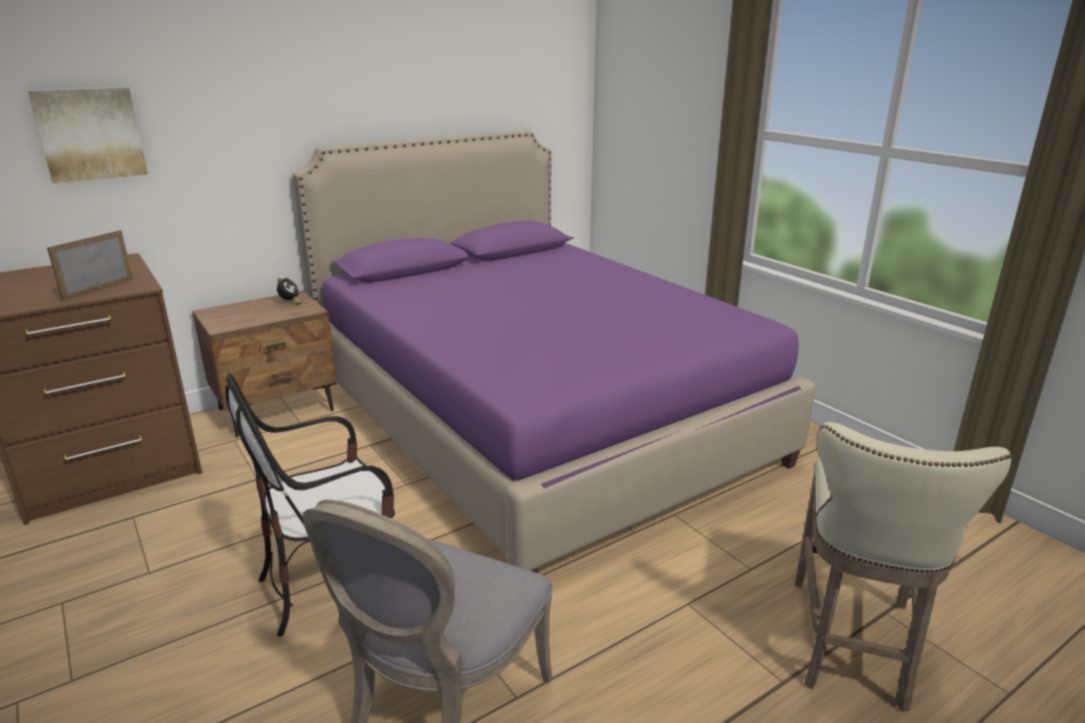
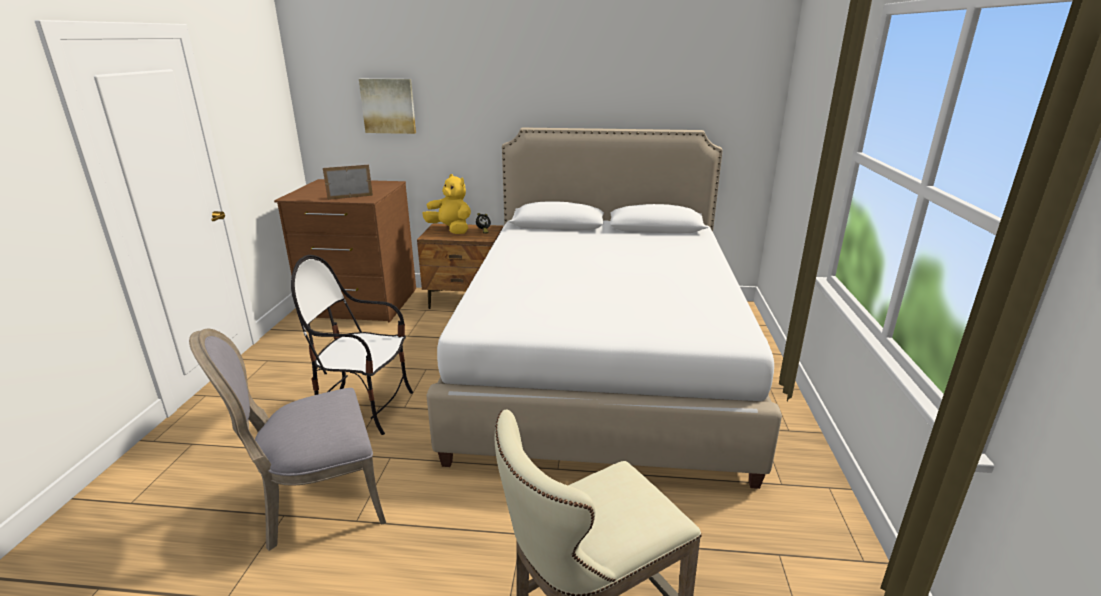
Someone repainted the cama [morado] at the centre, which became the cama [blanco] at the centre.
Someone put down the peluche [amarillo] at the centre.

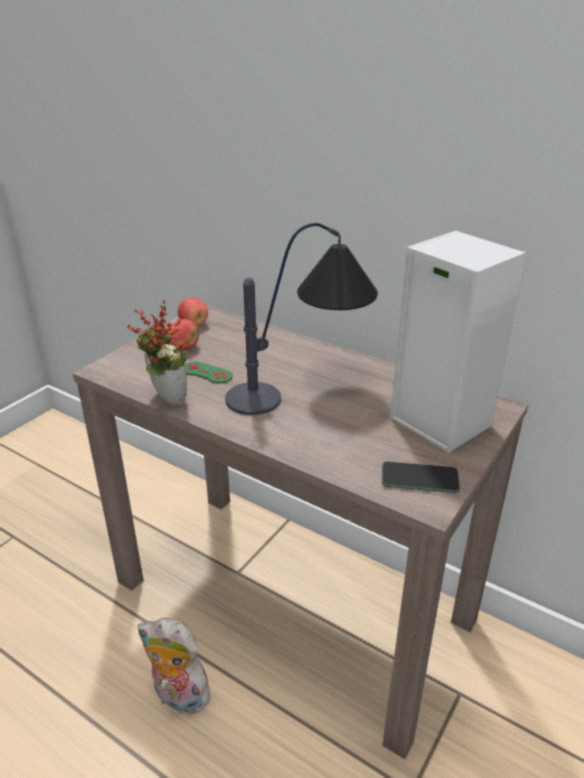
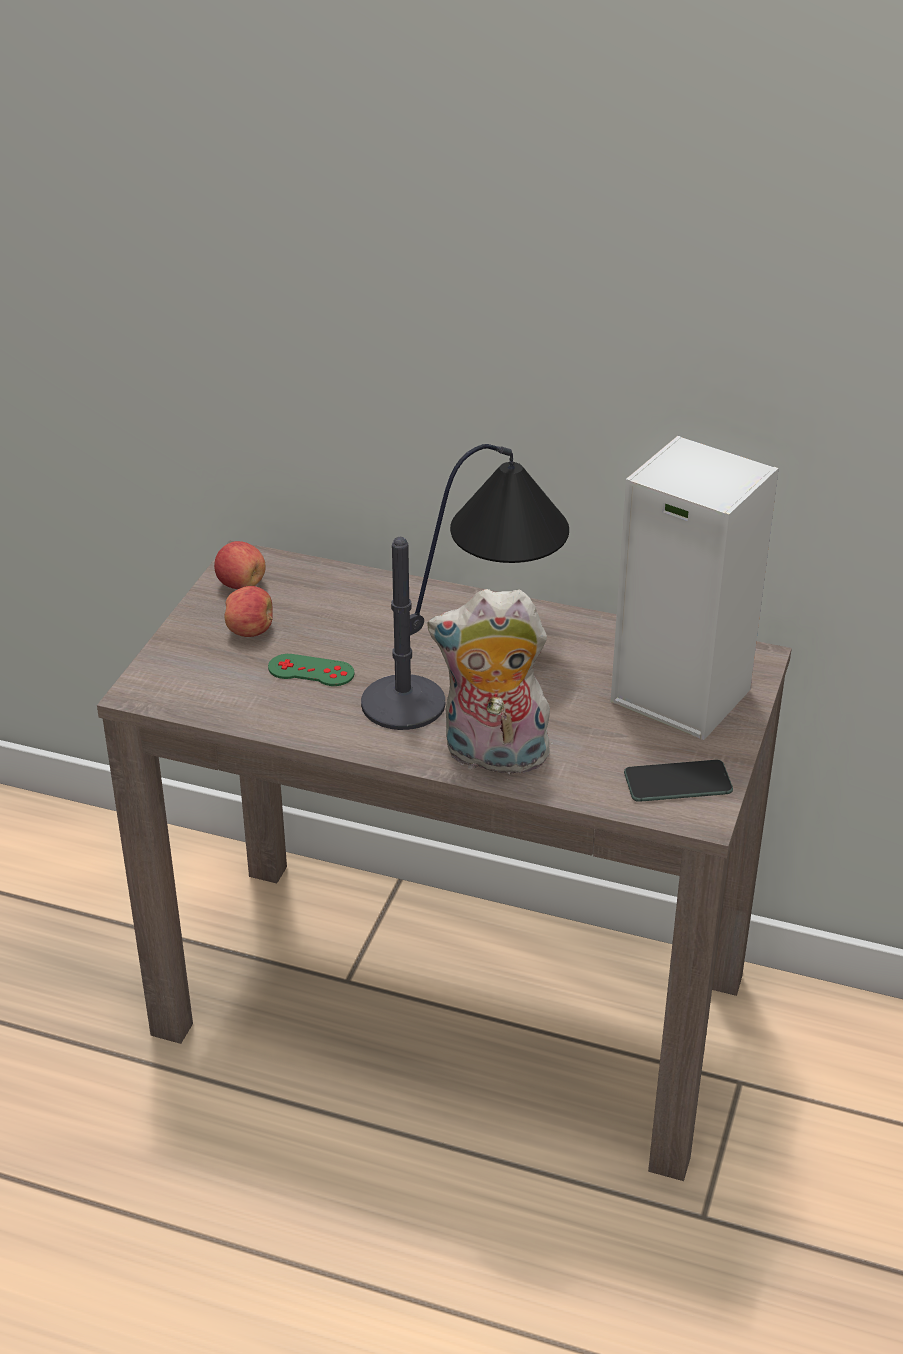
Someone took away the planta en maceta at the middle left.
Someone carried the peluche from the bottom left to the centre.

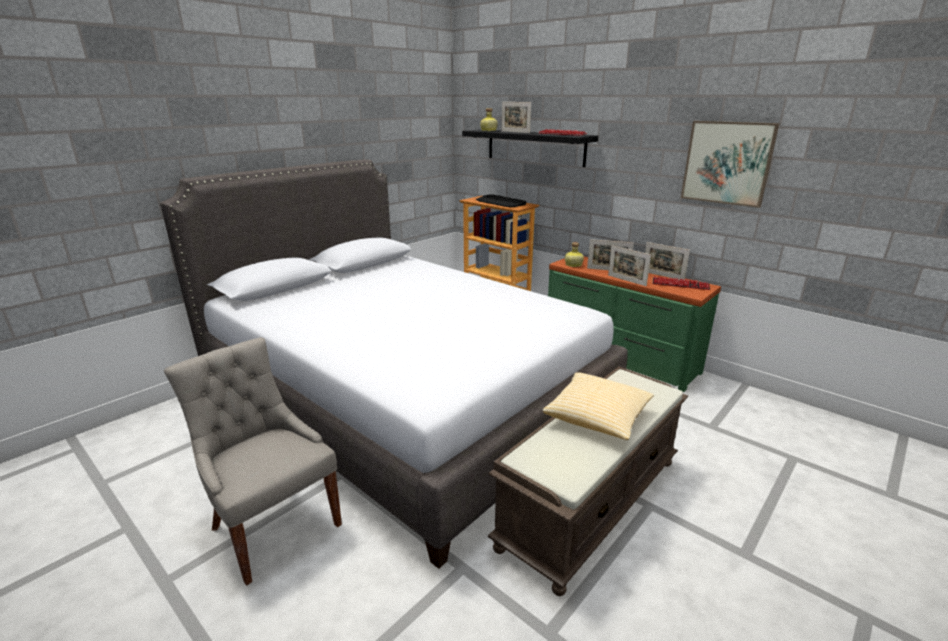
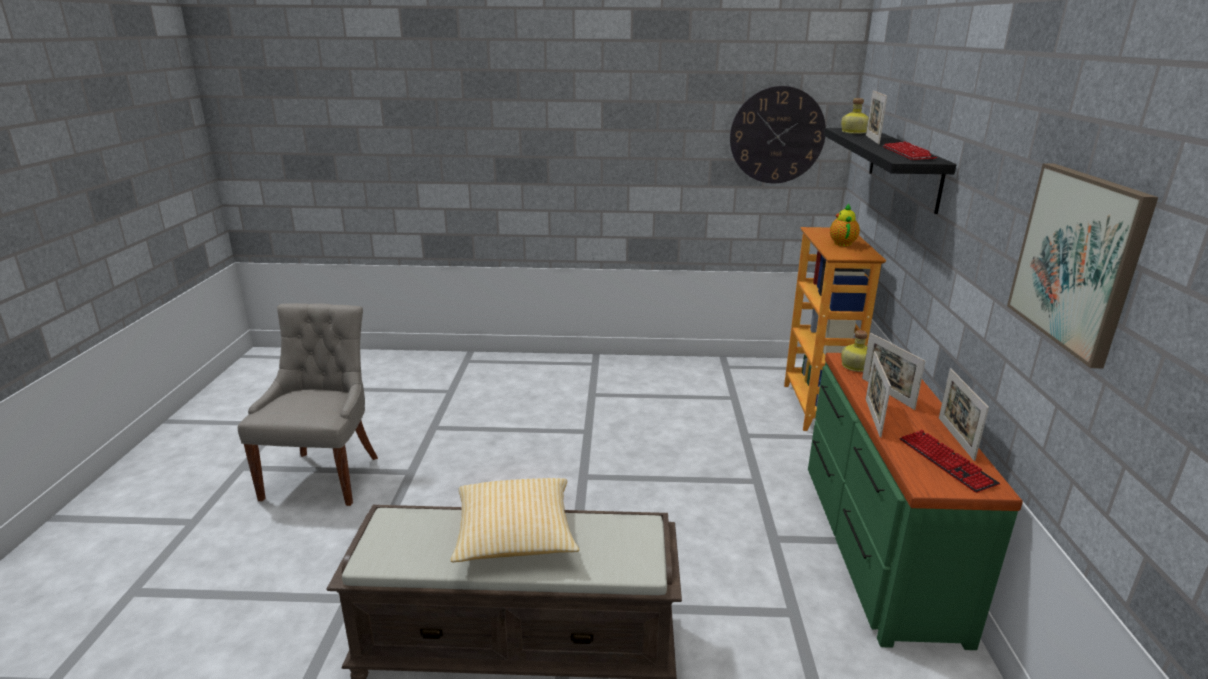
Someone took away the cama [gris] at the centre.
Someone swapped the teclado (no. 1 from left) at the top centre for the tetera at the top right.
Someone put up the reloj de pared at the top centre.

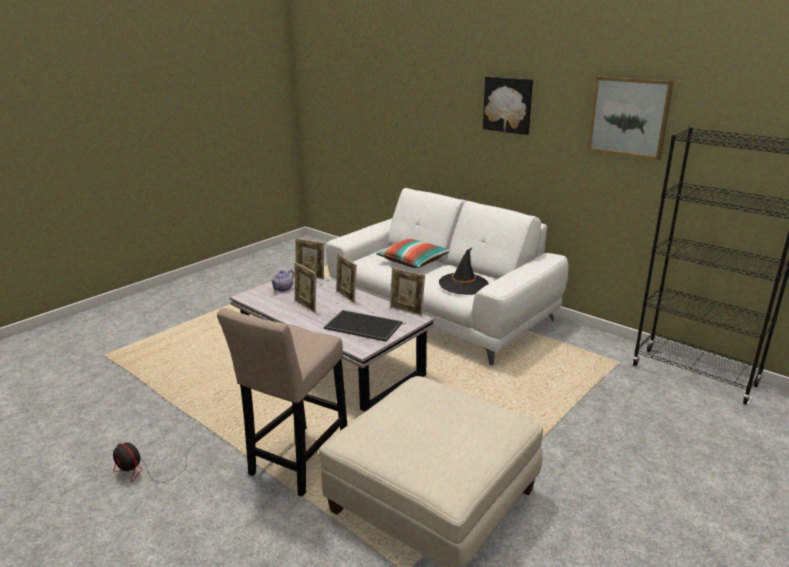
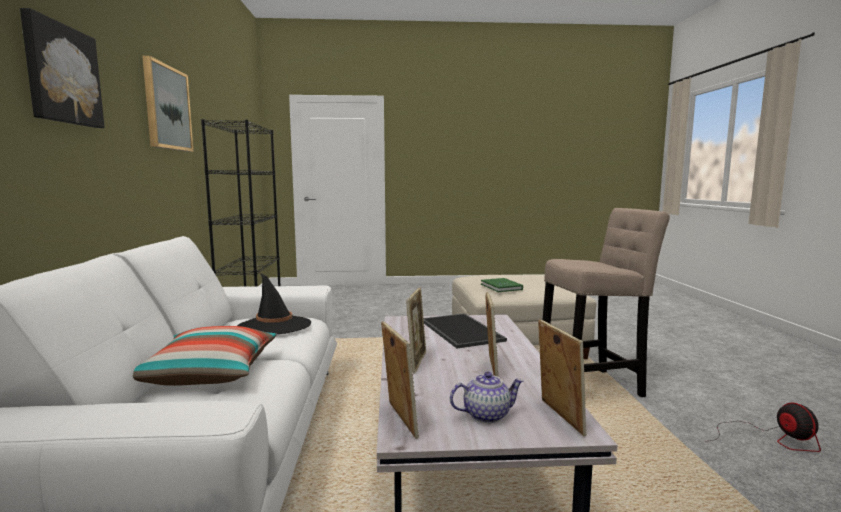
Someone carried the portarretratos (no. 4 from left) from the centre to the bottom right.
Someone put down the libro [verde] at the centre.

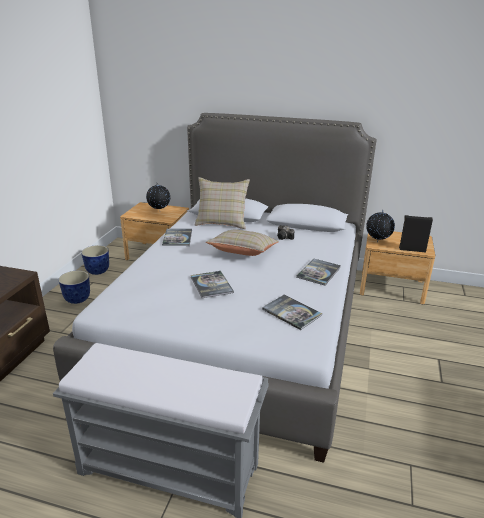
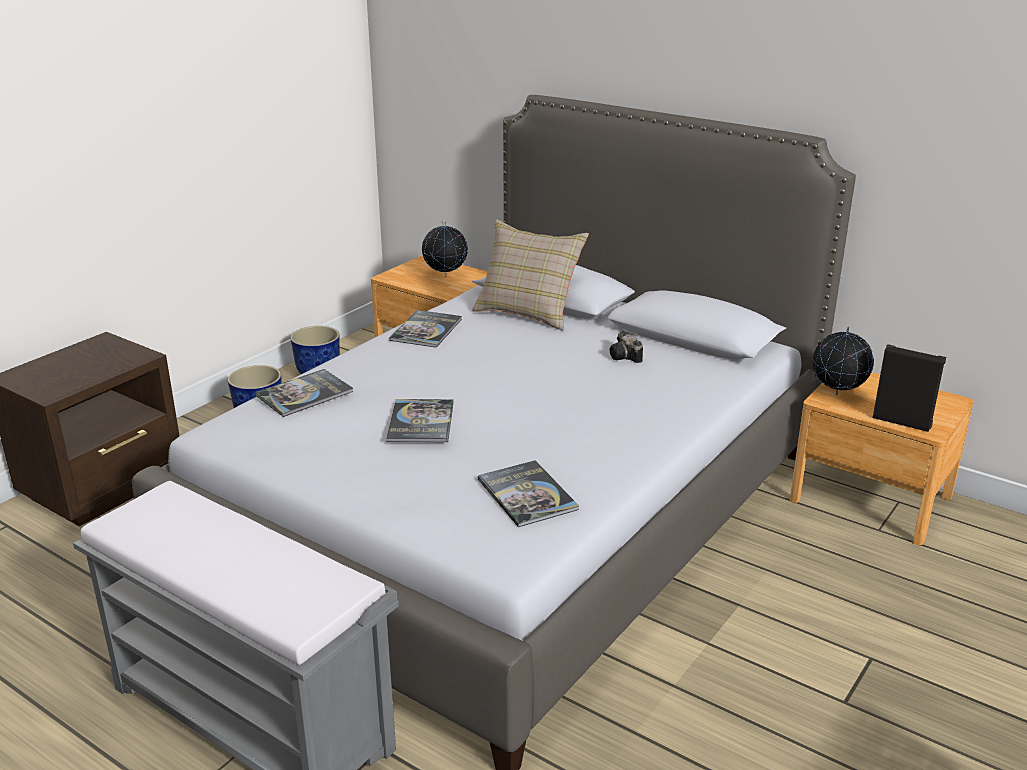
Someone took away the cojín [beis] (no. 2 from left) at the centre.
Someone carried the libro (no. 4 from left in the first image) from the centre to the middle left.

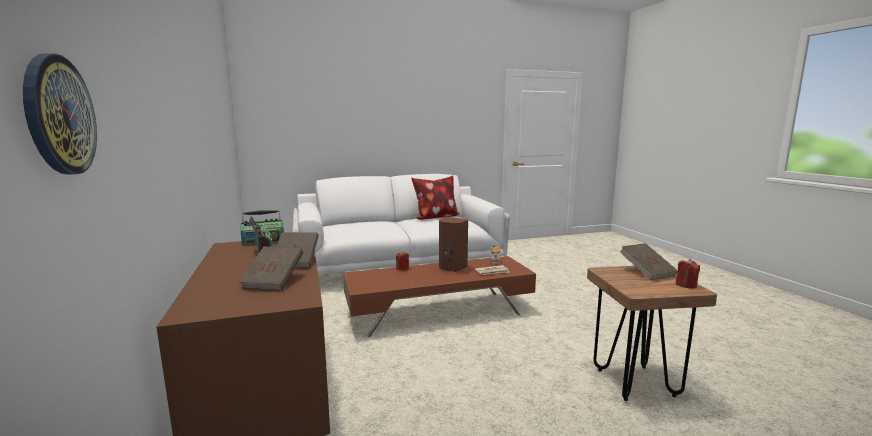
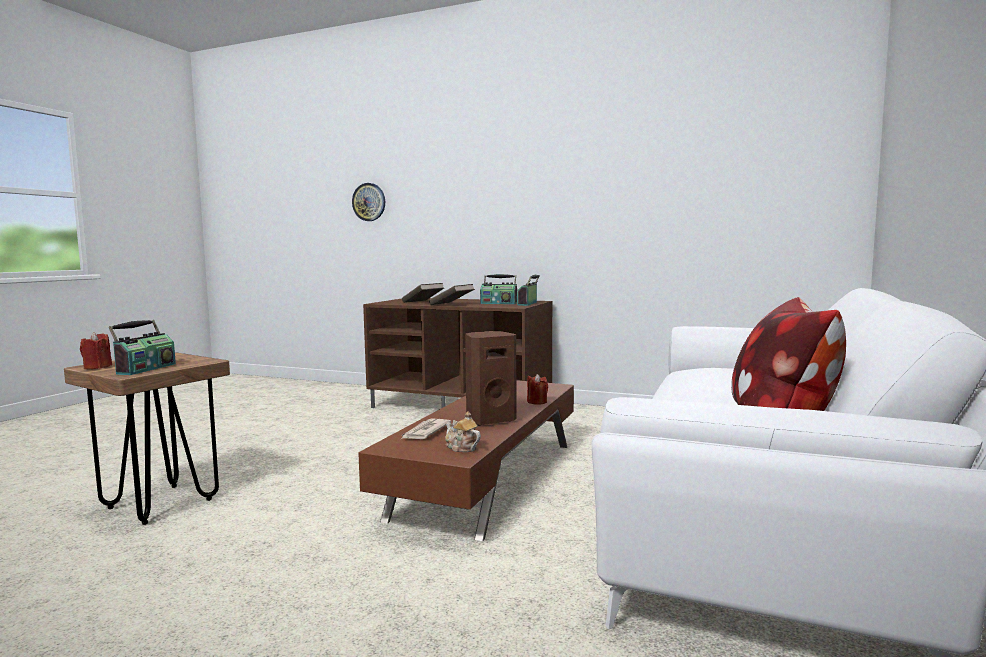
Someone swapped the libro [marrón] (no. 3 from left) at the middle right for the radio (no. 1 from left) at the middle left.

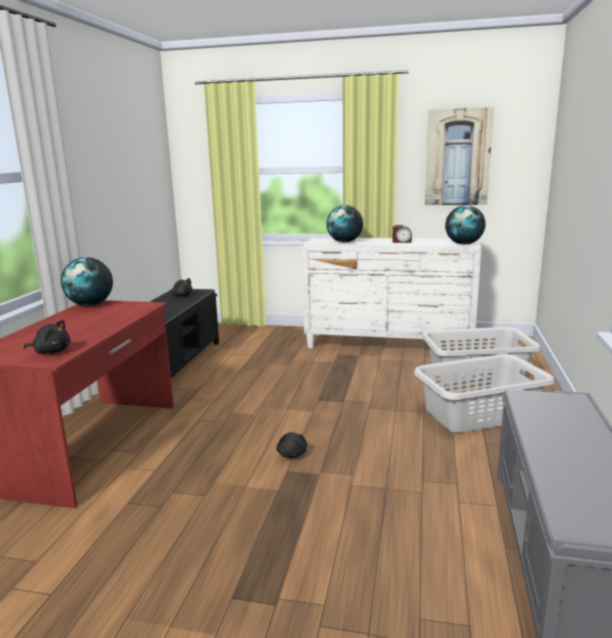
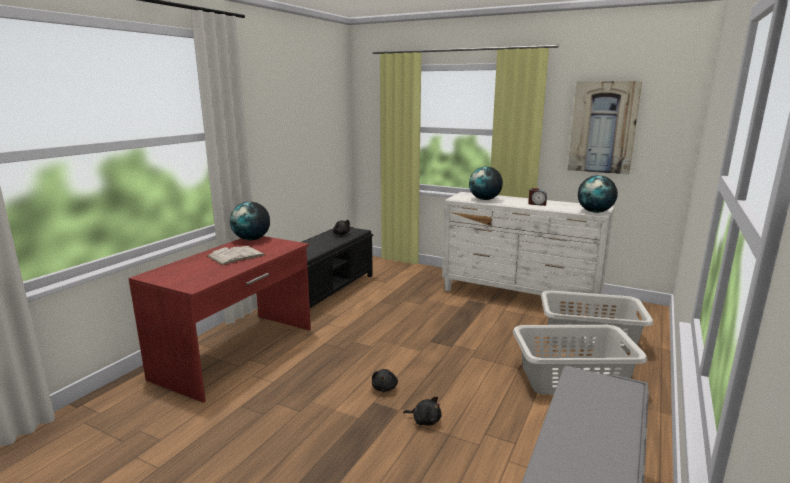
Someone carried the peluche [negro] (no. 1 from left in the first image) from the middle left to the bottom centre.
Someone put down the libro [blanco] at the middle left.

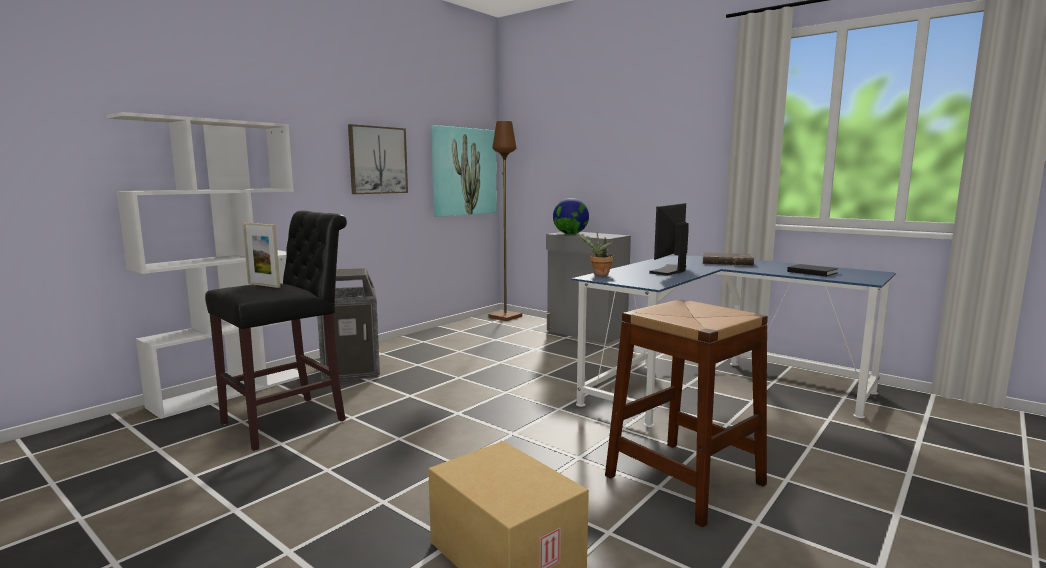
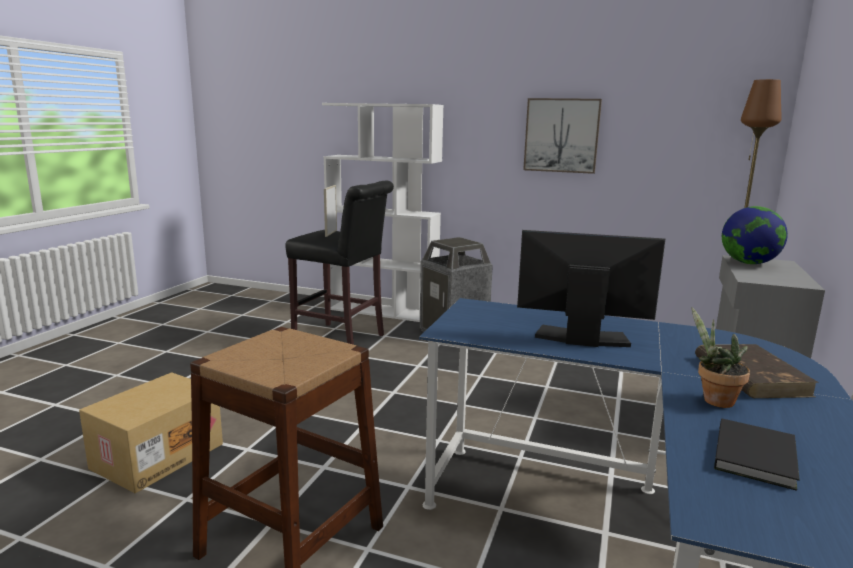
Someone took away the cuadro (no. 2 from left) at the top centre.
Someone carried the planta en maceta from the centre to the middle right.

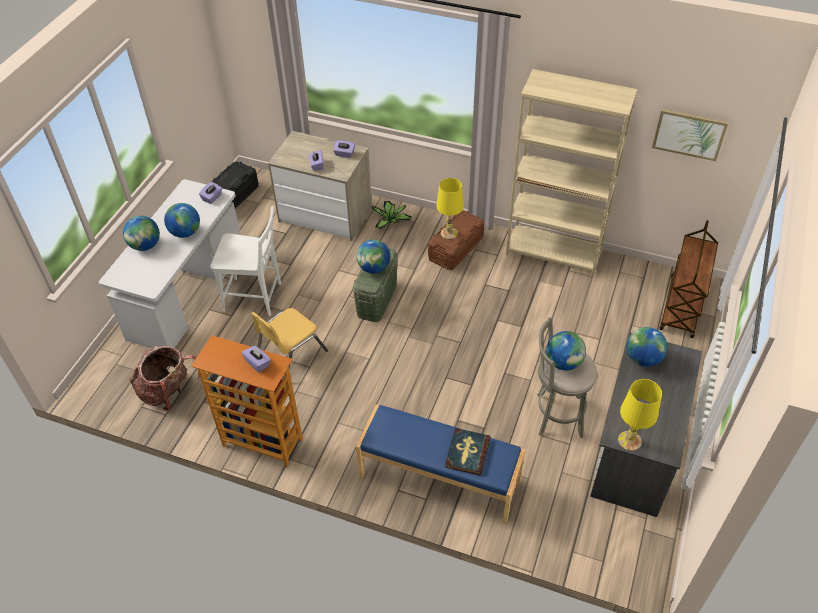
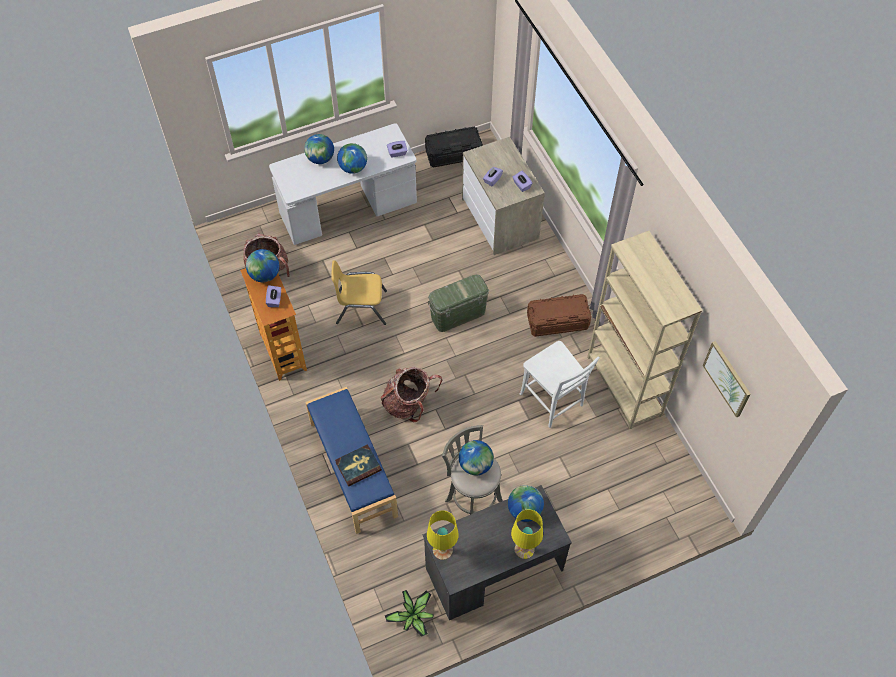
Someone carried the silla [blanco] from the middle left to the centre.
Someone carried the globo terráqueo (no. 3 from left in the first image) from the centre to the middle left.
Someone carried the planta en maceta from the centre to the bottom centre.
Someone carried the lámpara de mesa [amarillo] (no. 1 from left in the first image) from the centre to the bottom centre.
Someone took away the carrito [marrón] at the middle right.
Someone put down the mochila (no. 2 from left) at the centre.

